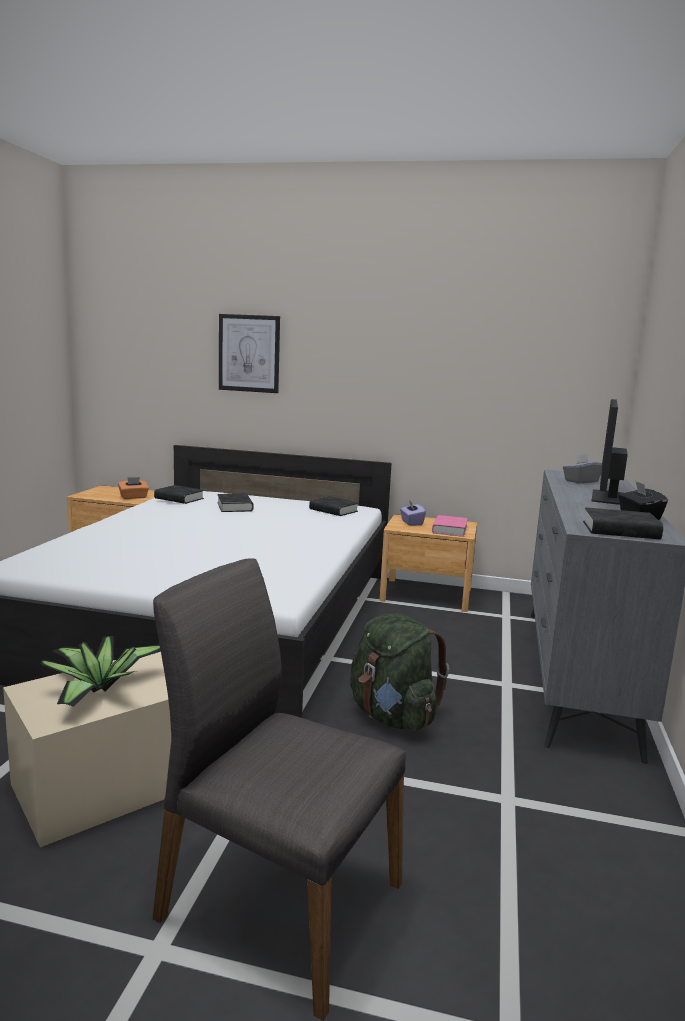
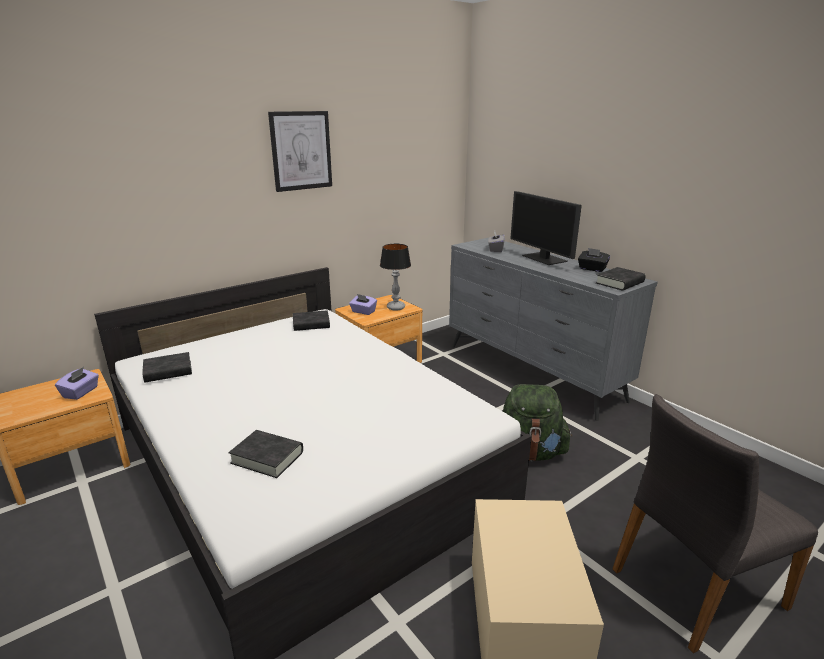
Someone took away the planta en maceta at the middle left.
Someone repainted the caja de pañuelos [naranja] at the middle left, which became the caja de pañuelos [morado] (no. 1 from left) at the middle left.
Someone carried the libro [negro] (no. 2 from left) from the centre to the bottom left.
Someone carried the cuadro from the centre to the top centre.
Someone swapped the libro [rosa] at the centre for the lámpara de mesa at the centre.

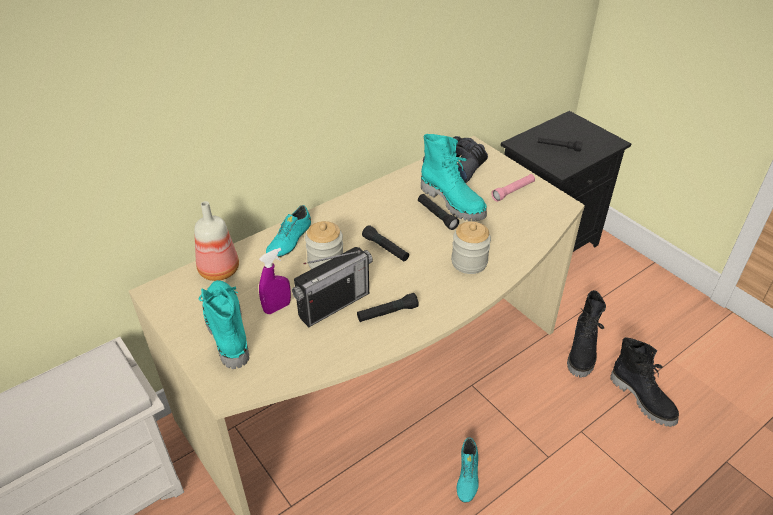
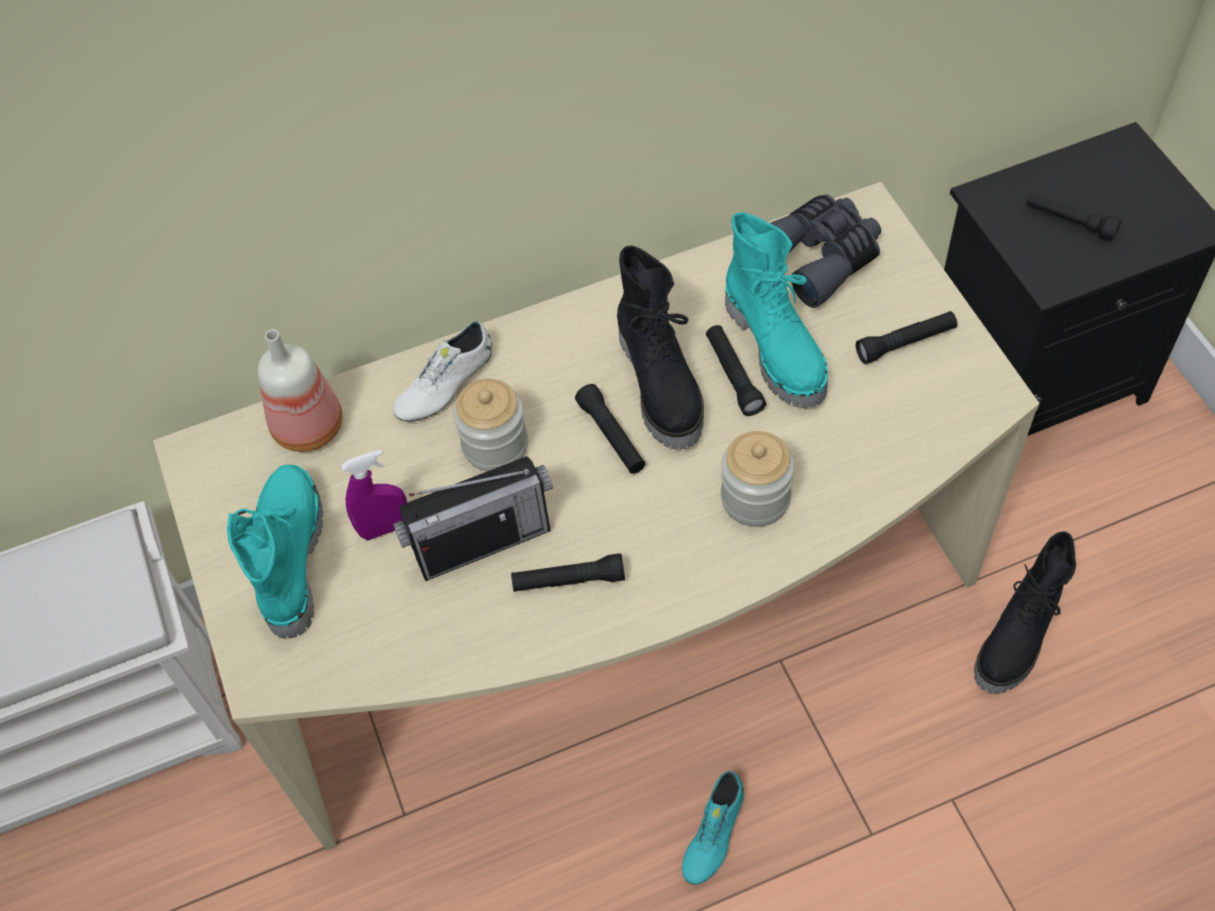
Someone repainted the zapato [turquesa] (no. 1 from left) at the centre, which became the zapato [blanco] at the centre.
Someone repainted the linterna [rosa] at the centre, which became the linterna [negro] (no. 4 from left) at the middle right.
Someone carried the bota [negro] (no. 2 from left in the first image) from the bottom right to the centre.

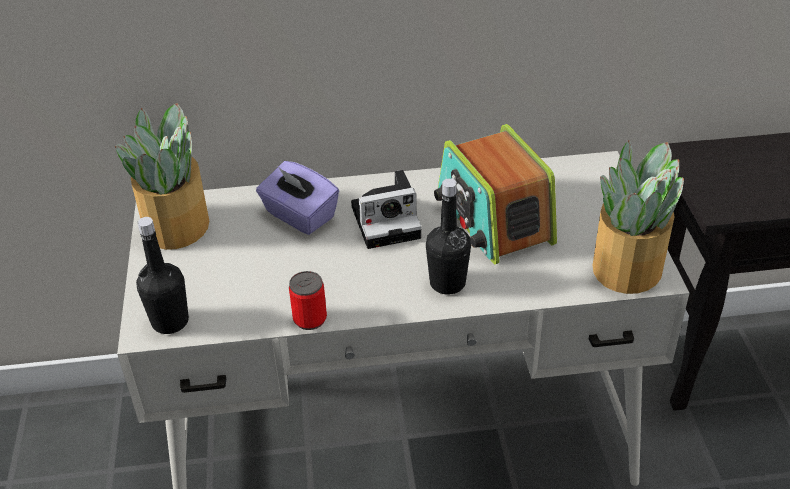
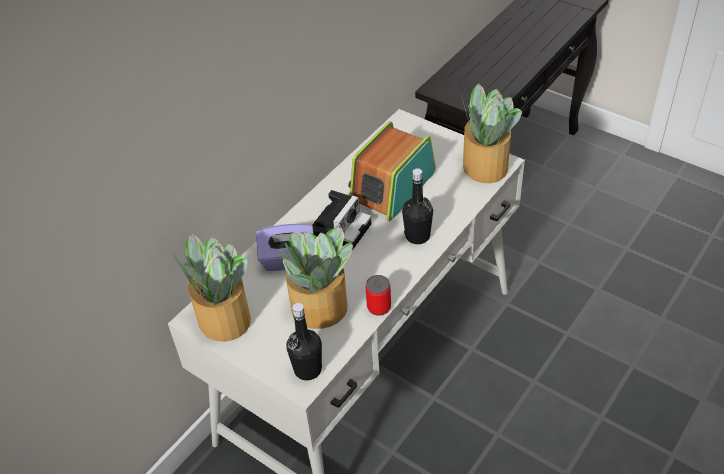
Someone rotated the radio at the centre by 105 degrees clockwise.
Someone put down the planta en maceta (no. 2 from left) at the centre.

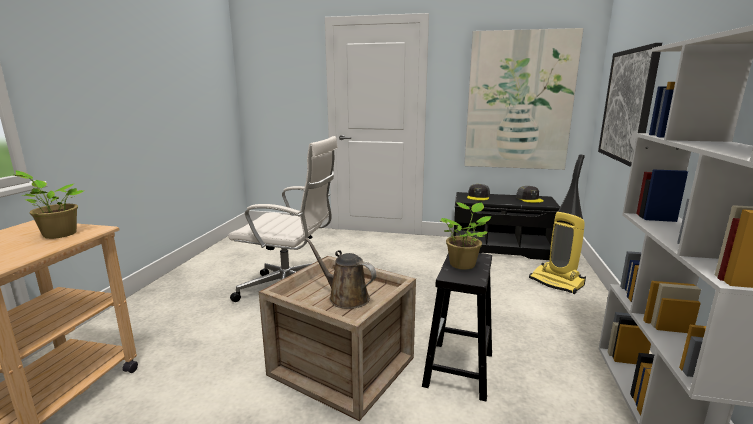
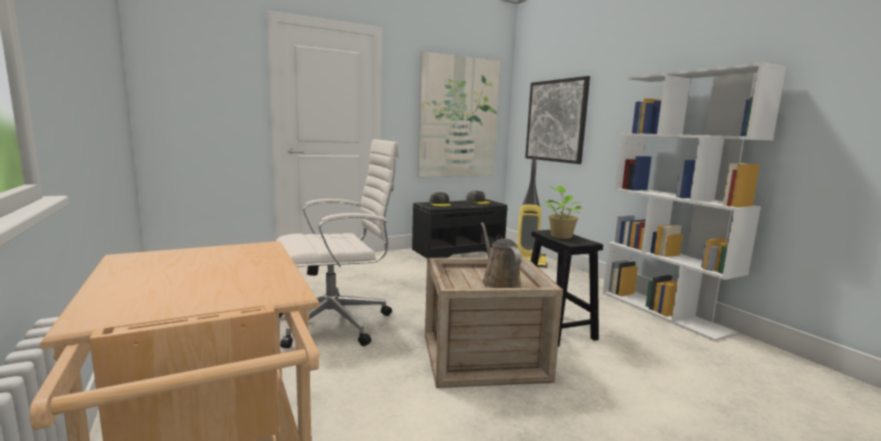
Someone took away the planta en maceta (no. 1 from left) at the middle left.
Someone rotated the regadera [marrón] at the centre by 75 degrees clockwise.

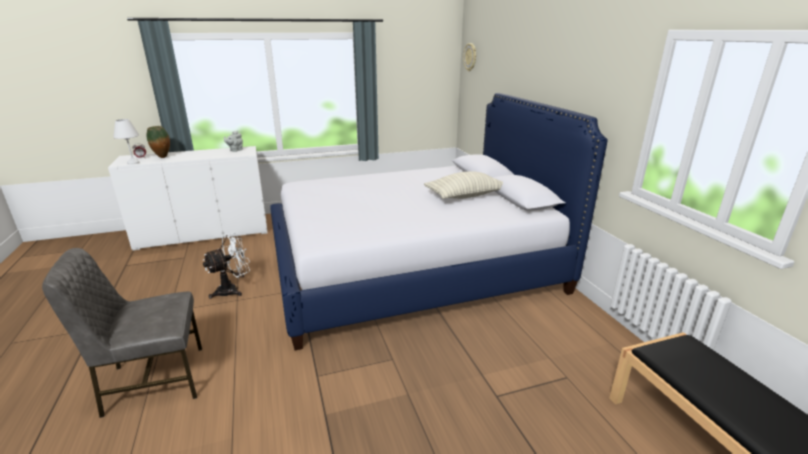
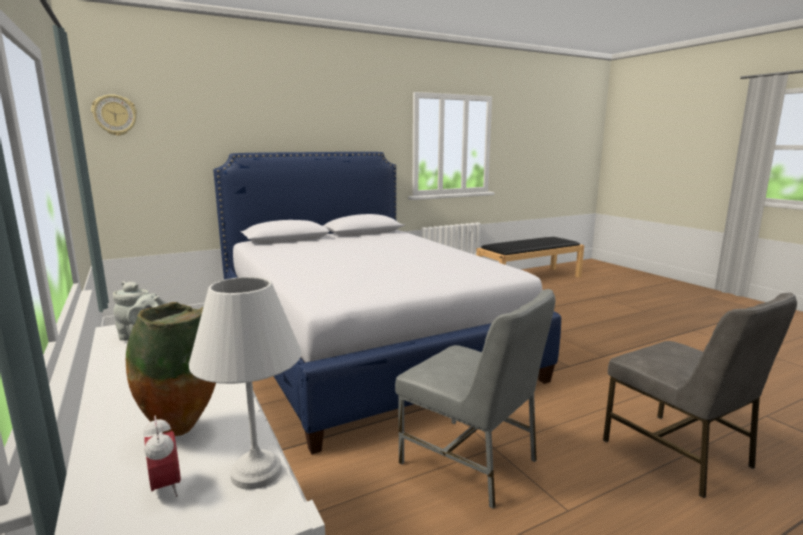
Someone swapped the ventilador [blanco] at the middle left for the silla [gris] (no. 1 from left) at the bottom centre.
Someone took away the cojín at the centre.

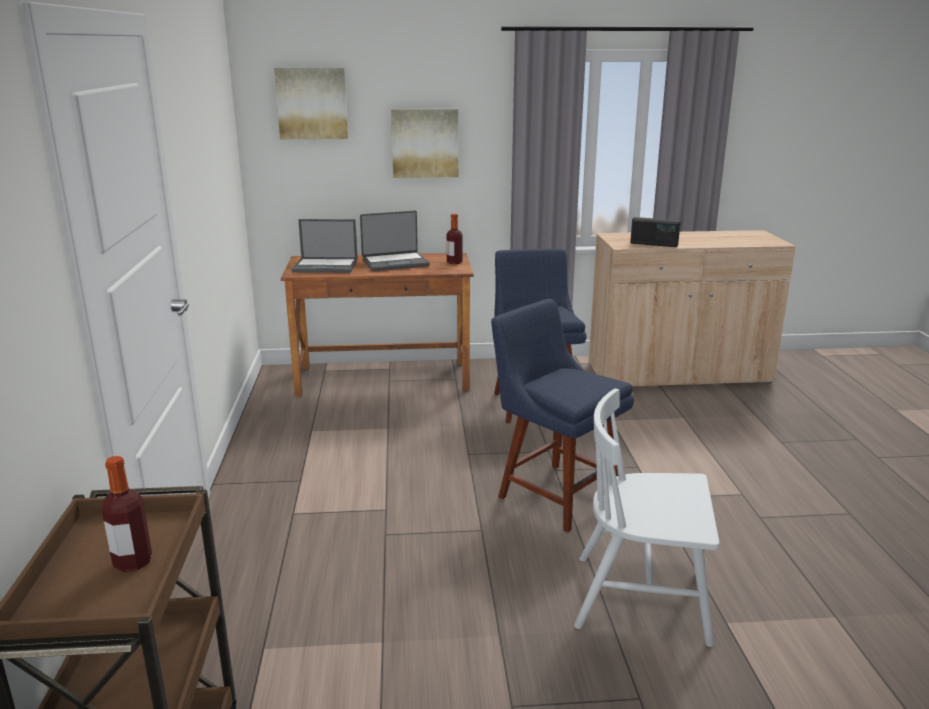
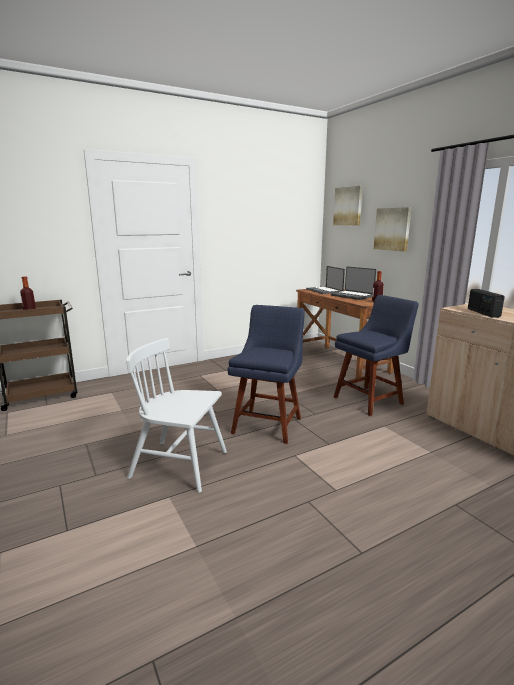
Someone rotated the silla [blanco] at the bottom right by 60 degrees counterclockwise.

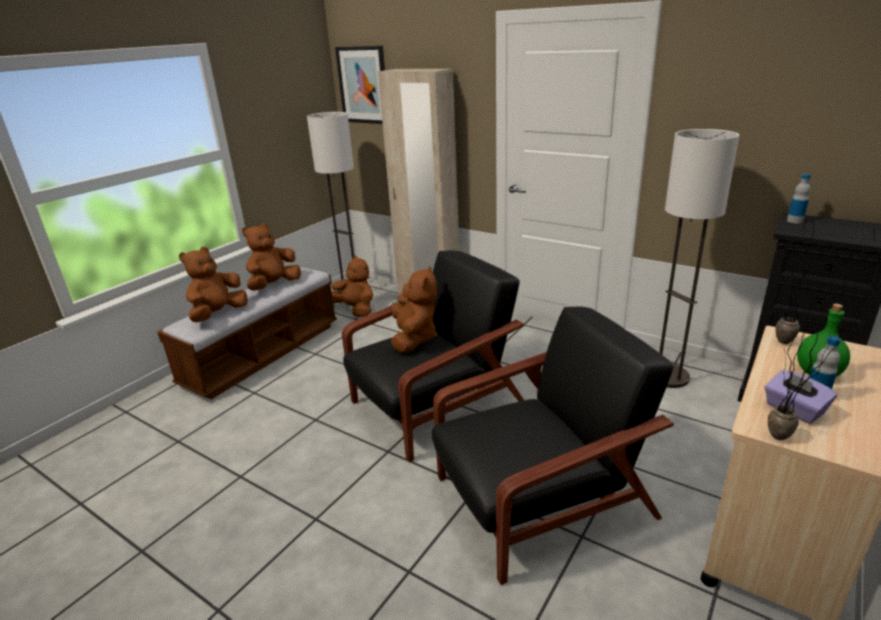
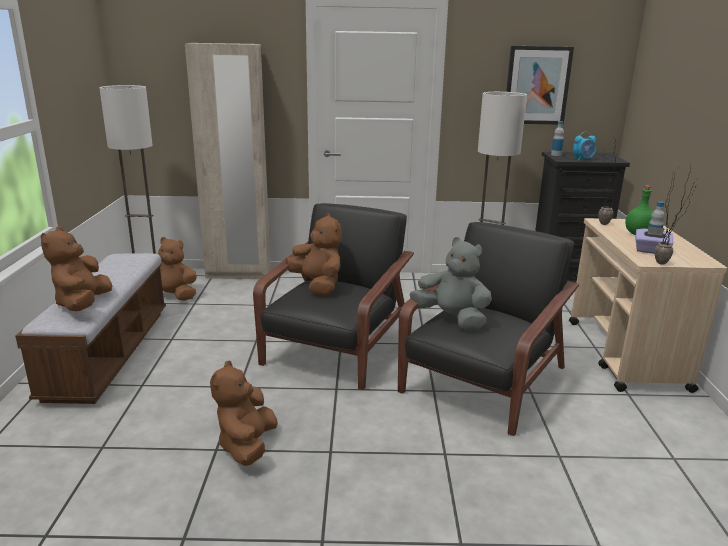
Someone carried the peluche [marrón] (no. 2 from left in the first image) from the middle left to the bottom centre.
Someone carried the cuadro from the top centre to the top right.
Someone put down the peluche [gris] at the centre.
Someone put down the despertador at the top right.

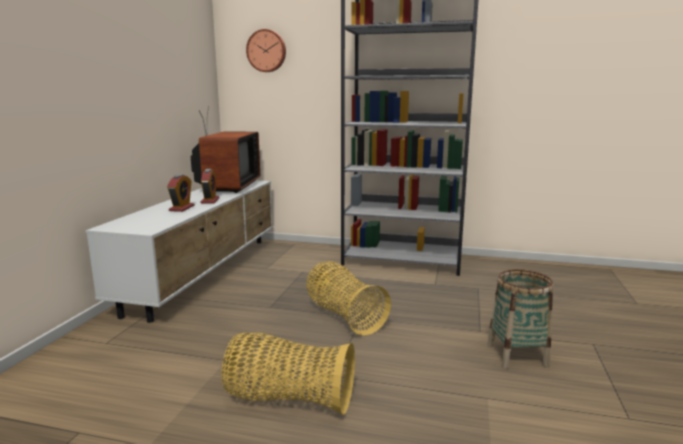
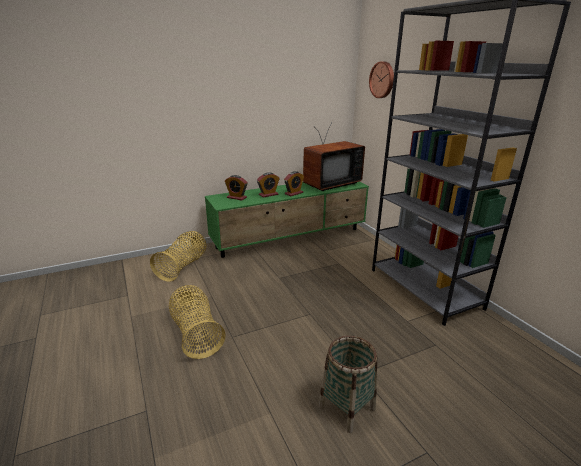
Someone repainted the mueble de televisión [blanco] at the middle left, which became the mueble de televisión [verde] at the centre.
Someone carried the cesta (no. 2 from left in the first image) from the bottom centre to the middle left.
Someone put down the despertador (no. 1 from left) at the centre.

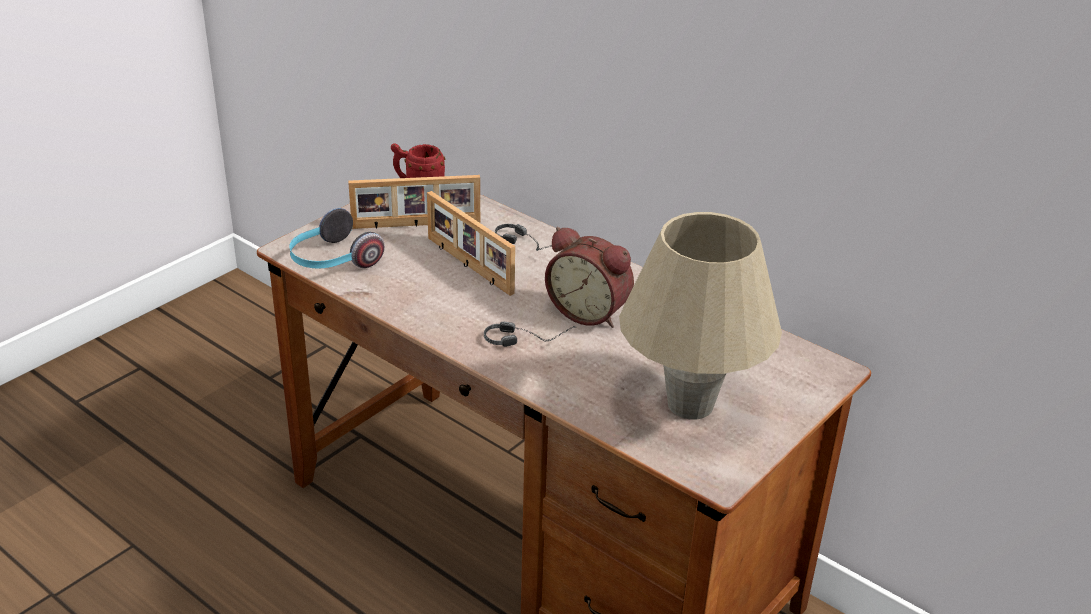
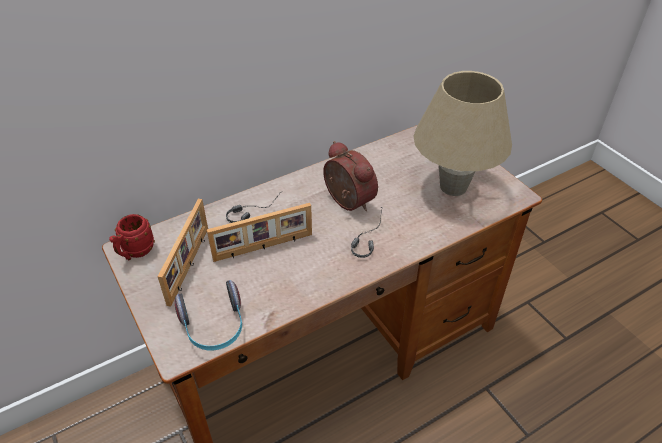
Someone rotated the despertador at the centre by 90 degrees counterclockwise.

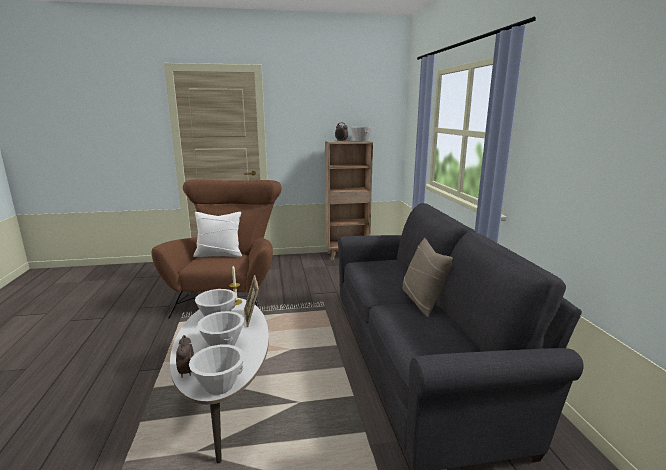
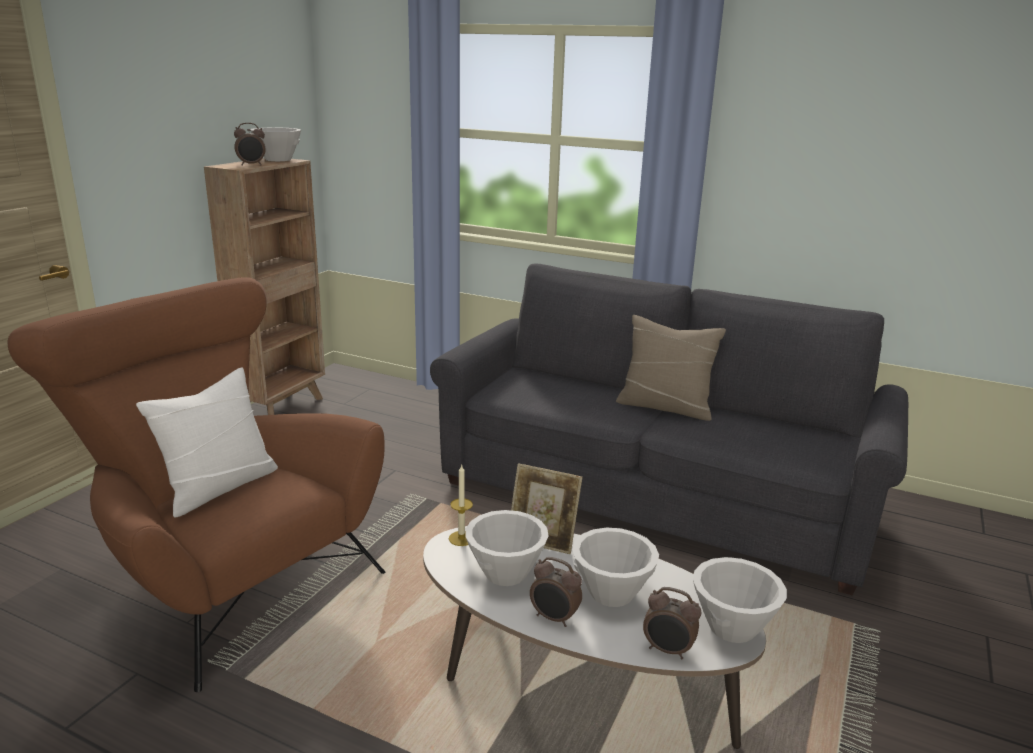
Someone put down the despertador (no. 2 from left) at the bottom centre.

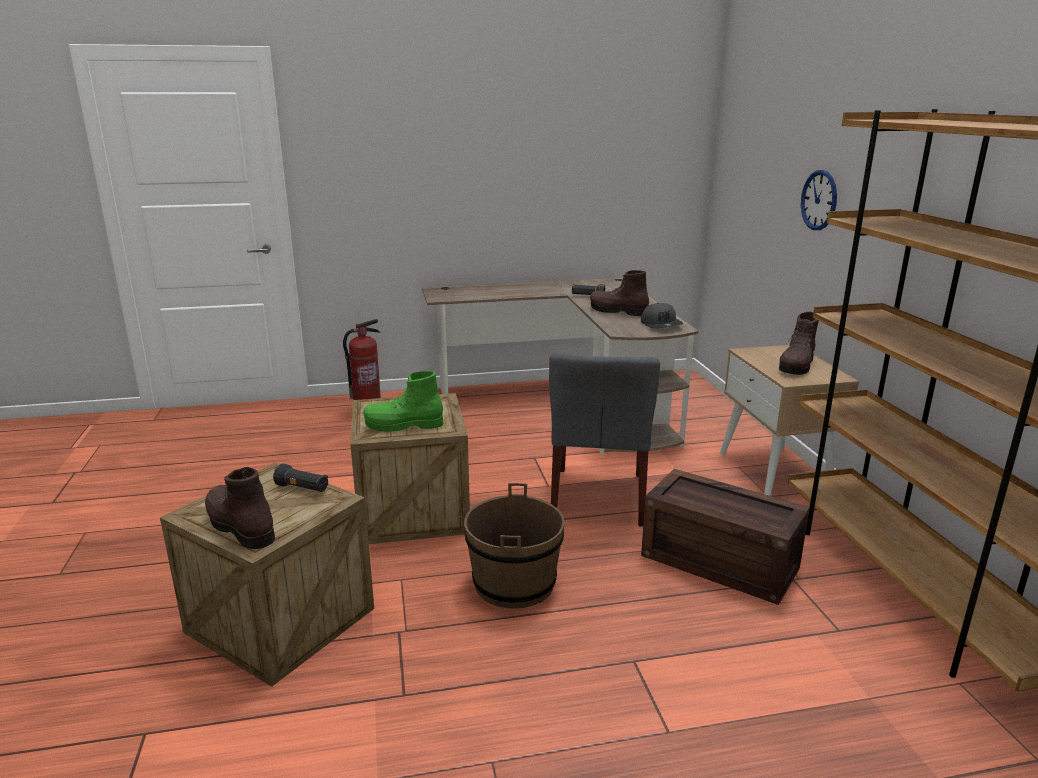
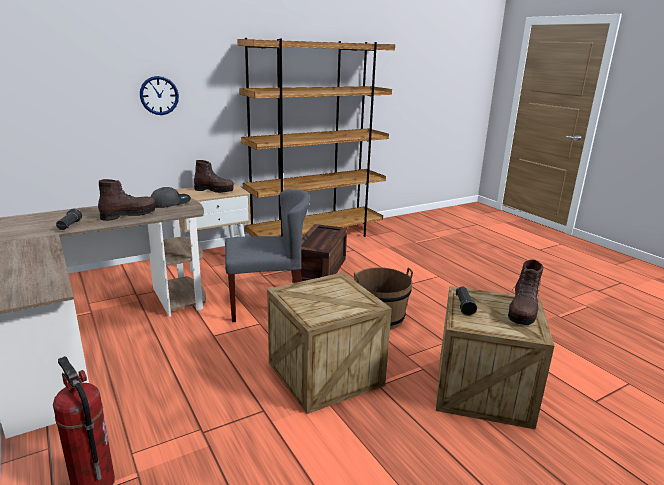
Someone took away the bota [verde] at the centre.
Someone rotated the bota [marrón] (no. 2 from left in the first image) at the centre by 135 degrees counterclockwise.

